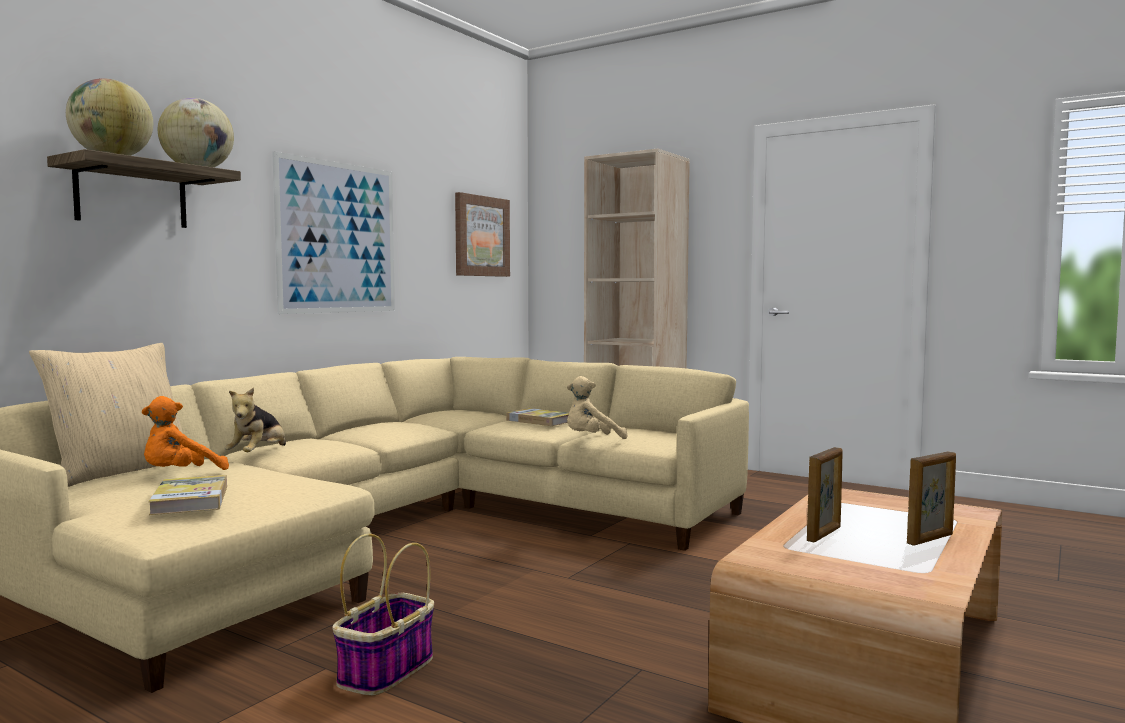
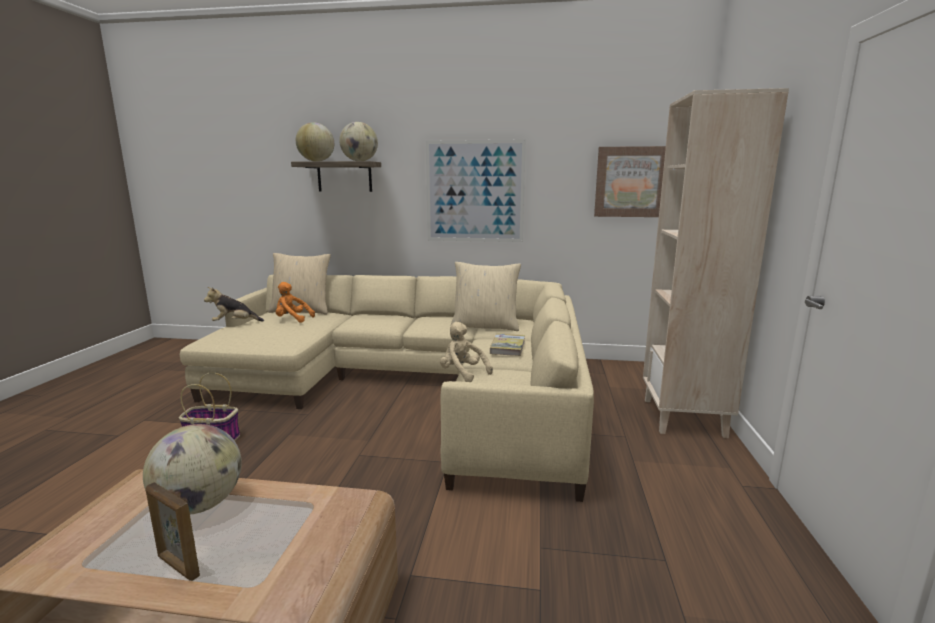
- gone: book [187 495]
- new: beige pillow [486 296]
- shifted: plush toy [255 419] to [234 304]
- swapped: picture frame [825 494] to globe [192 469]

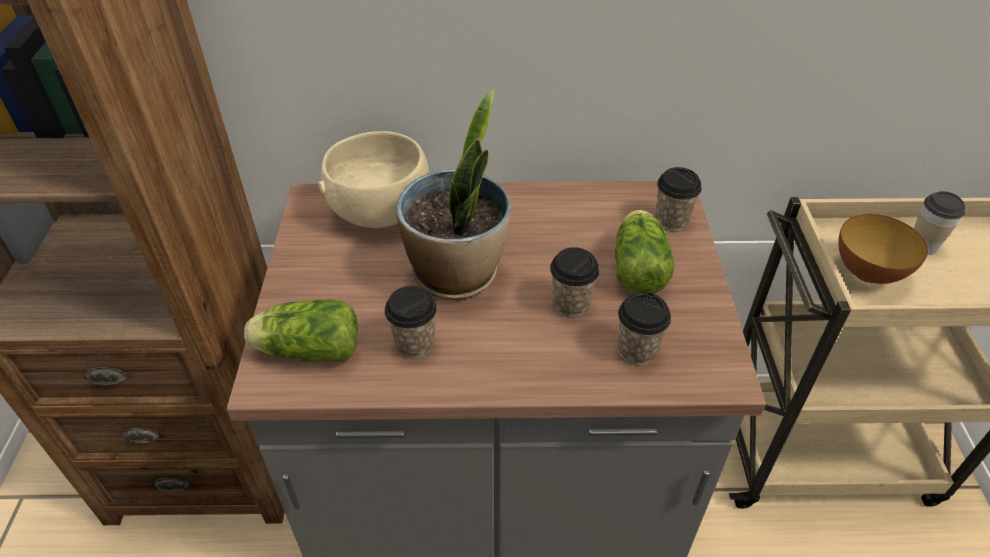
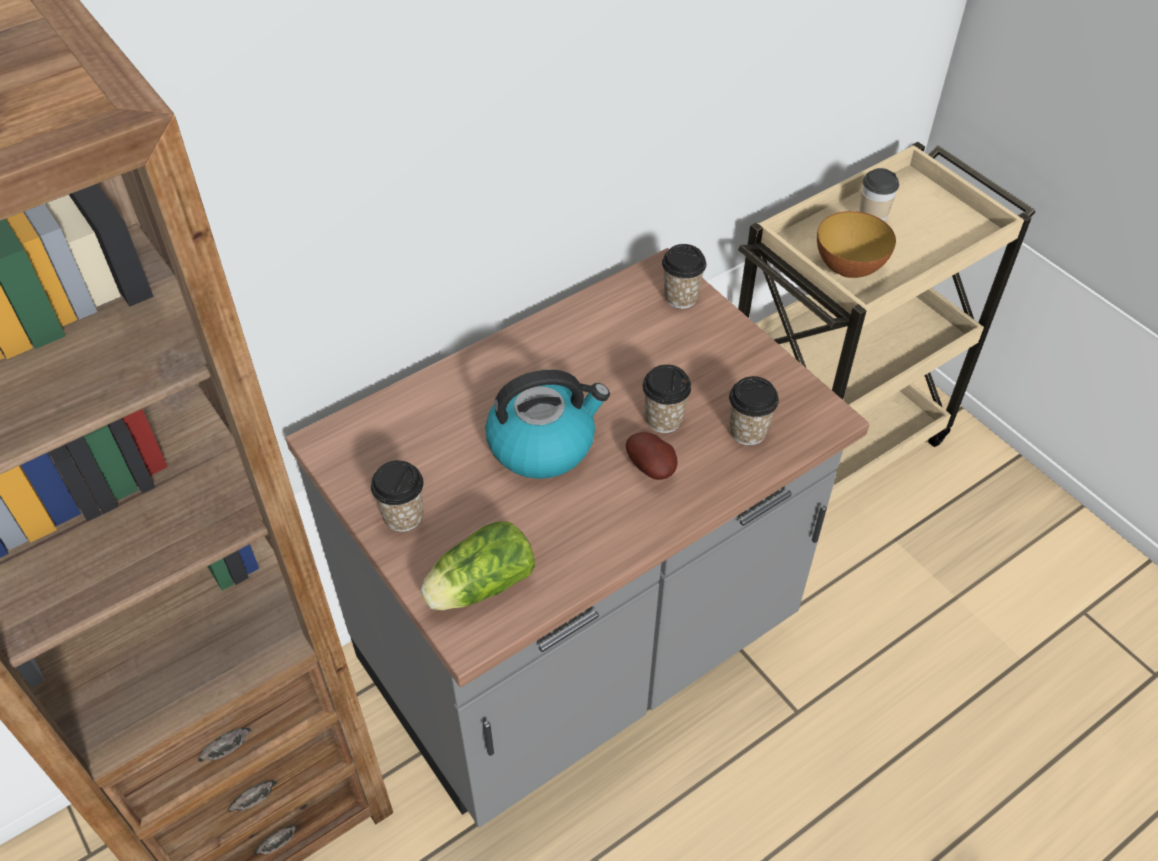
- gone: beige bowl [373 179]
- gone: lettuce [645 252]
- new: potato [652 456]
- shifted: cup [411 322] to [397 496]
- swapped: potted plant [453 194] to kettle [548 424]

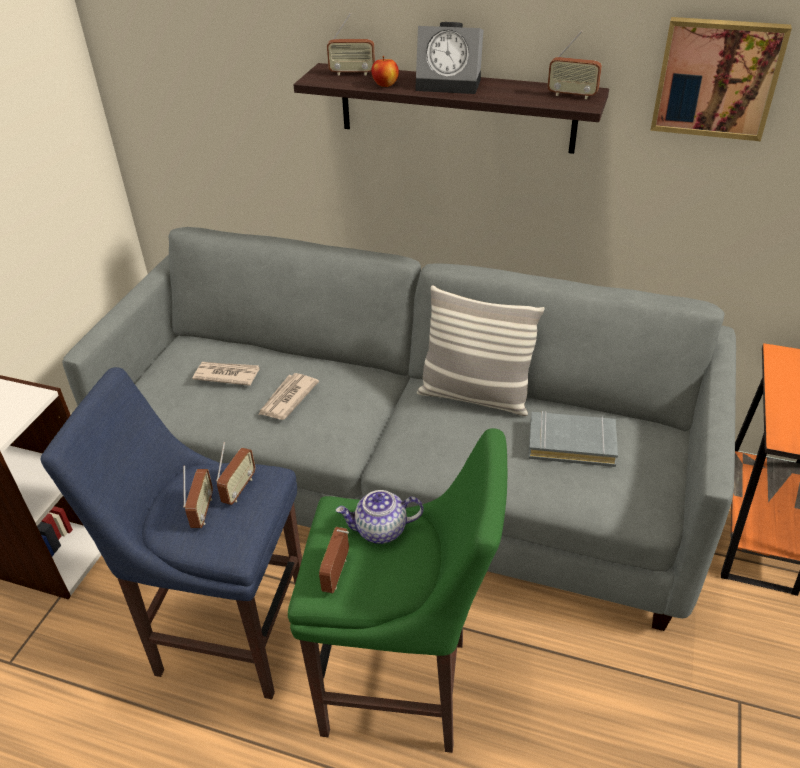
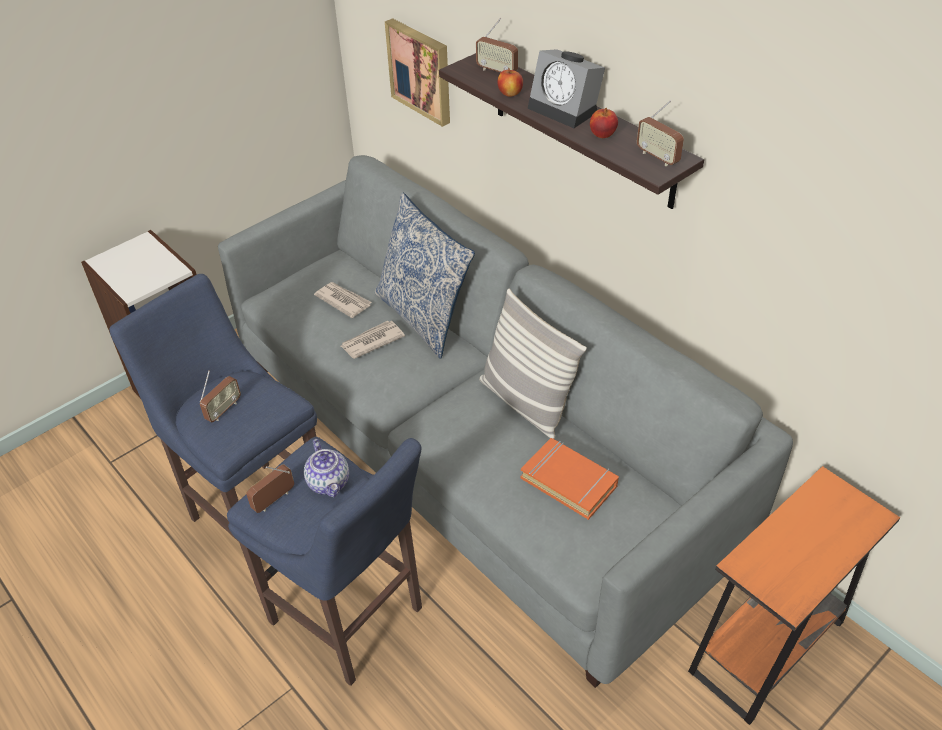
- gone: radio [235 473]
- new: pillow [425 276]
- new: apple [604 123]
- shifted: picture [721 79] to [417 72]
- repainted: green stool [397 590] to blue stool [324 561]
- repainted: grey book [573 439] to orange book [570 479]
- rotated: teapot [380 517] = [326 468] 135 degrees counterclockwise

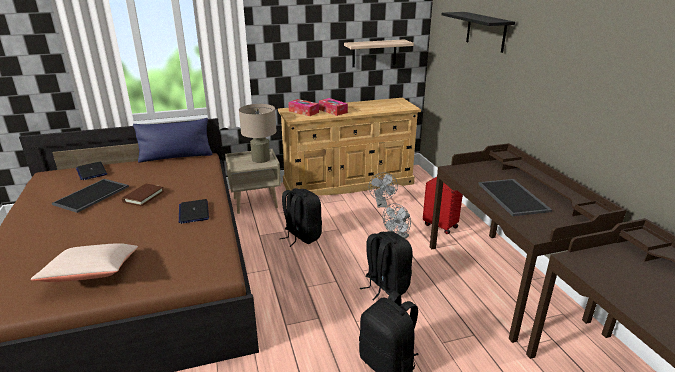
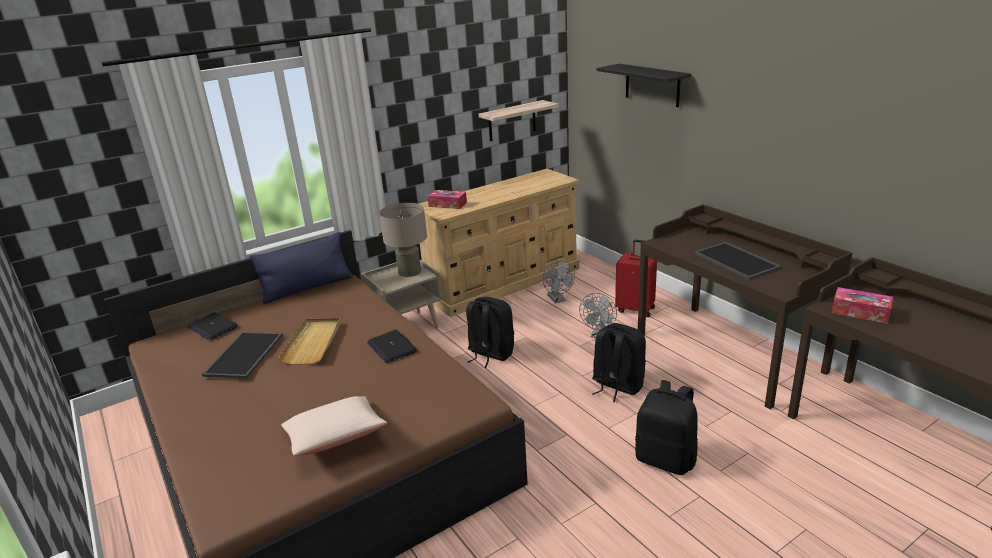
- shifted: tissue box [333 107] to [862 305]
- swapped: brown book [143 195] to beige tray [309 341]

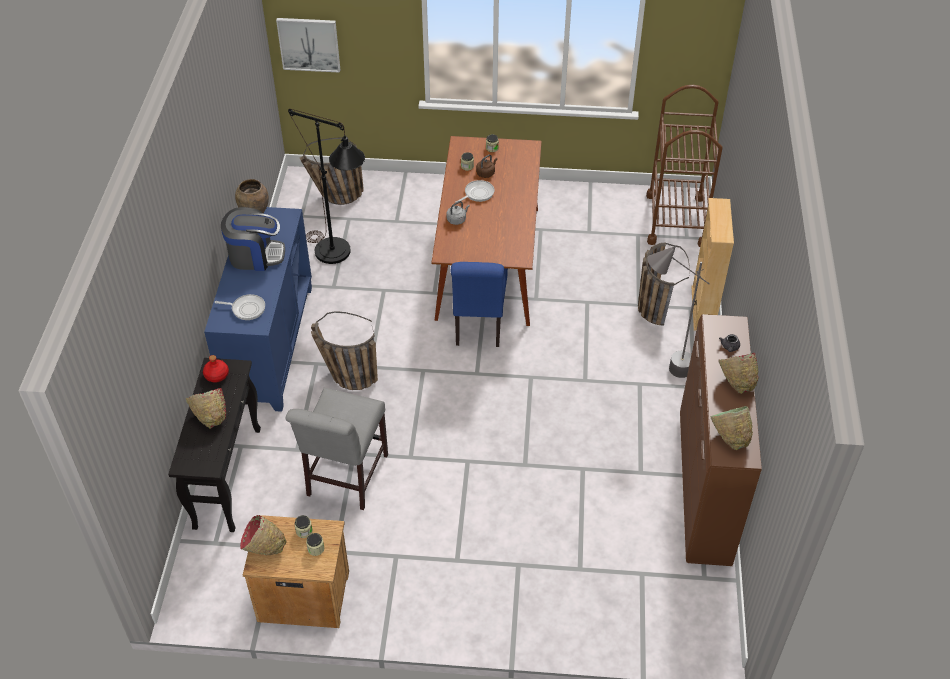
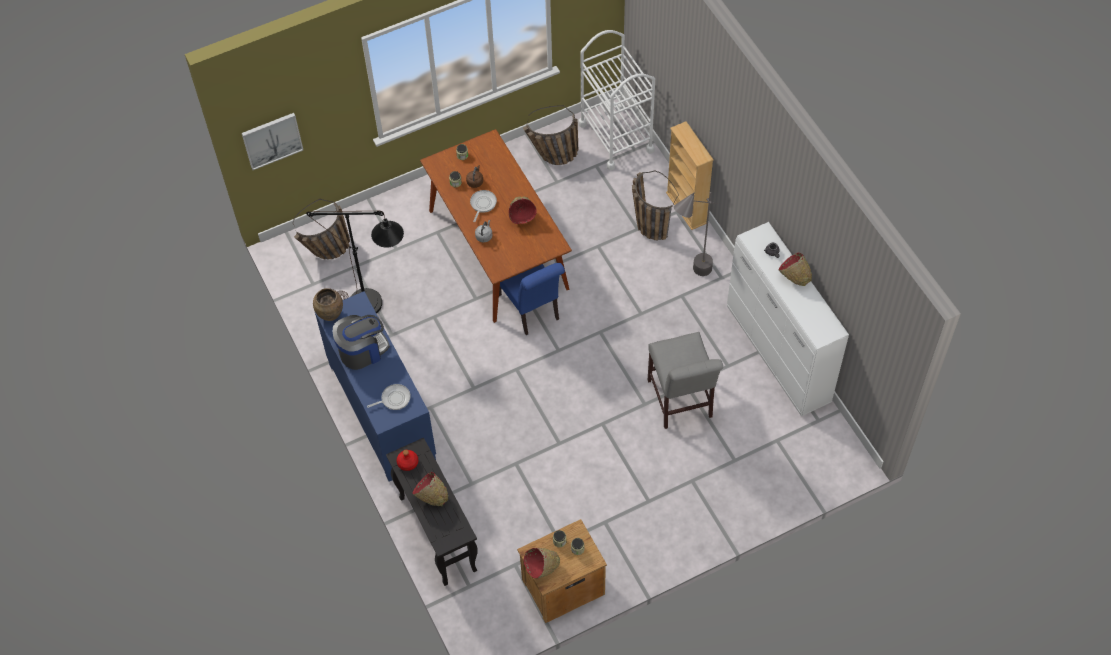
- gone: green bowl [731 428]
- new: red bowl [523 210]
- shifted: grey chair [336 449] to [685 380]
- shifted: basket [344 351] to [550 135]
- repainted: brown cart [684 166] to white cart [616 100]
- repainted: brown dresser [721 440] to white dresser [788 319]

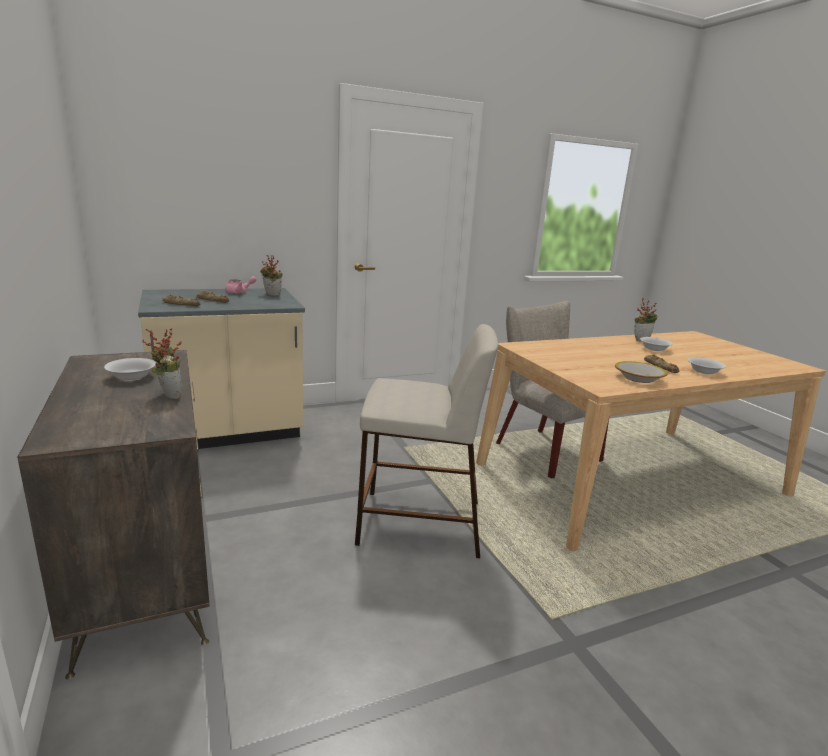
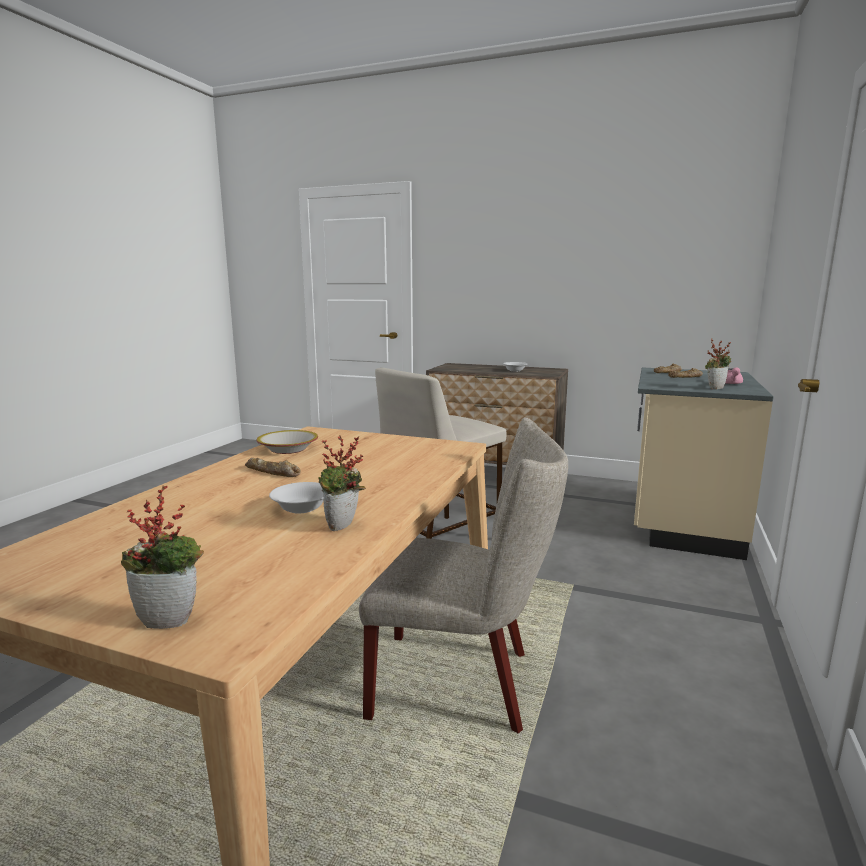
- gone: white bowl [707 366]
- shifted: potted plant [162 363] to [162 557]

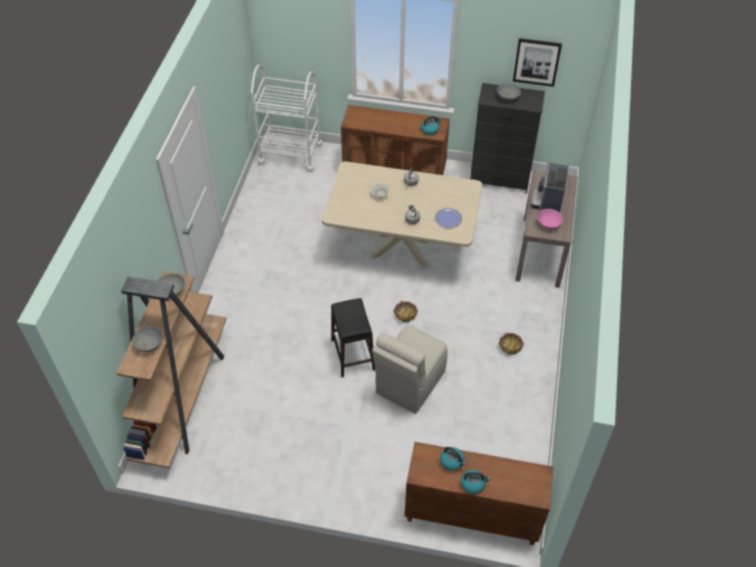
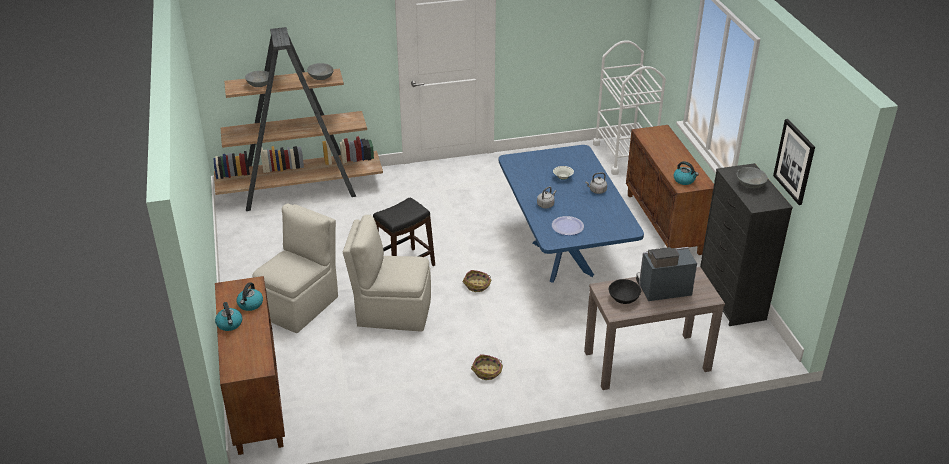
- new: beige chair [295 268]
- repainted: beige dining table [402 215] to blue dining table [571 214]
- repainted: pink bowl [550 219] to black bowl [625 291]

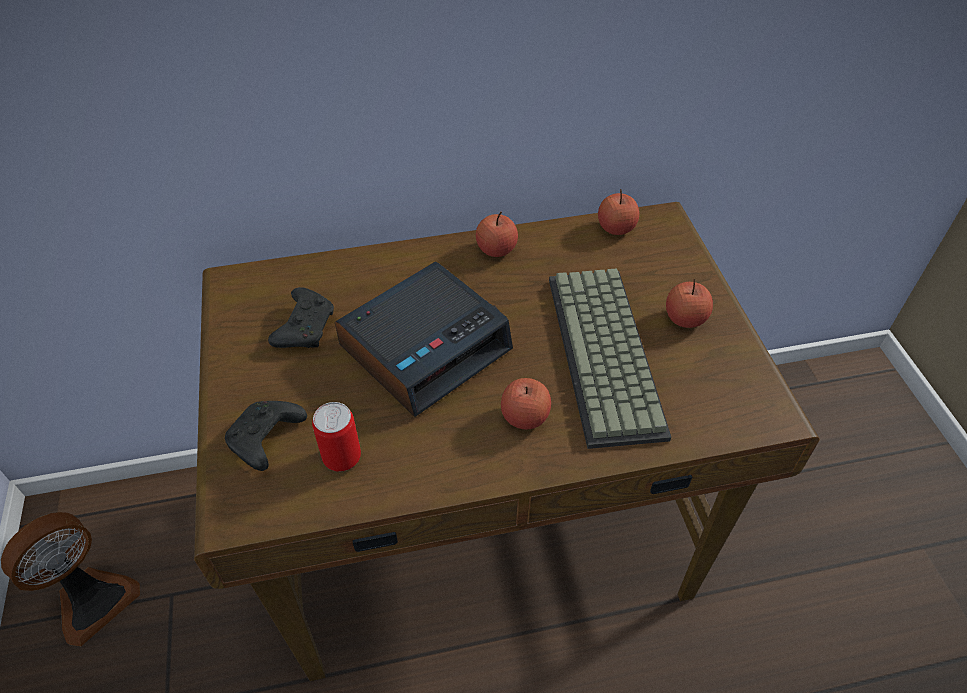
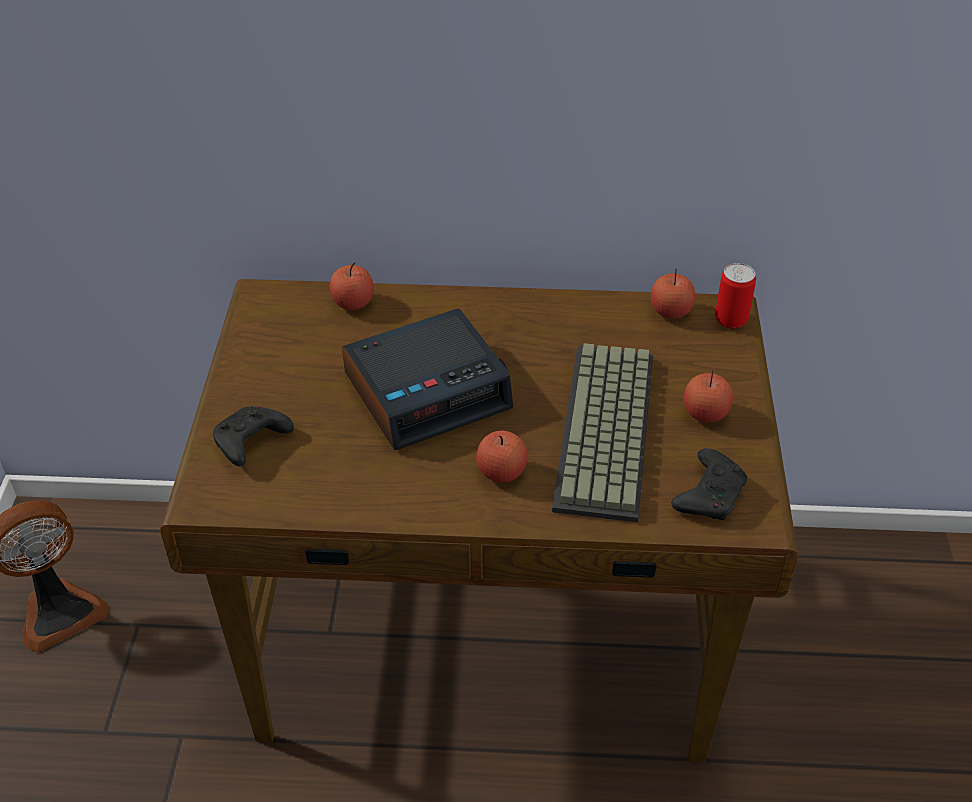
- shifted: black game controller [301 317] to [709 484]
- shifted: can [336 437] to [735 296]
- shifted: apple [497 234] to [352 286]

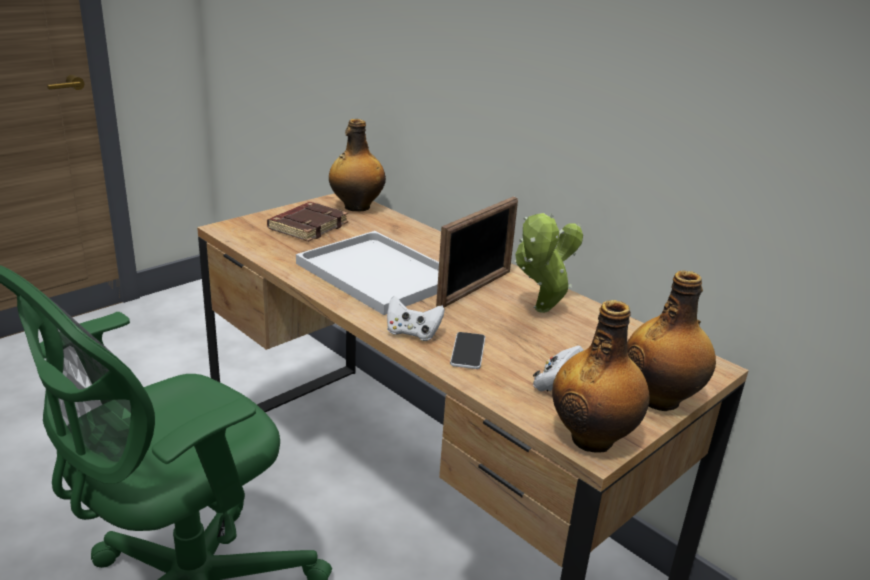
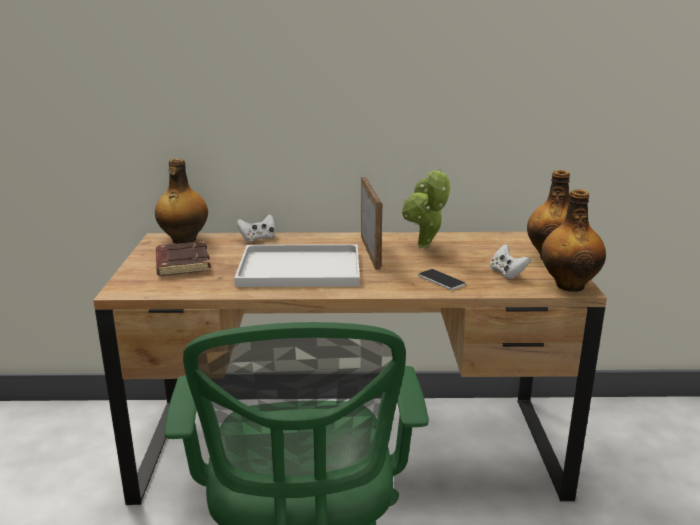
- shifted: white game controller [416 318] to [255 228]

